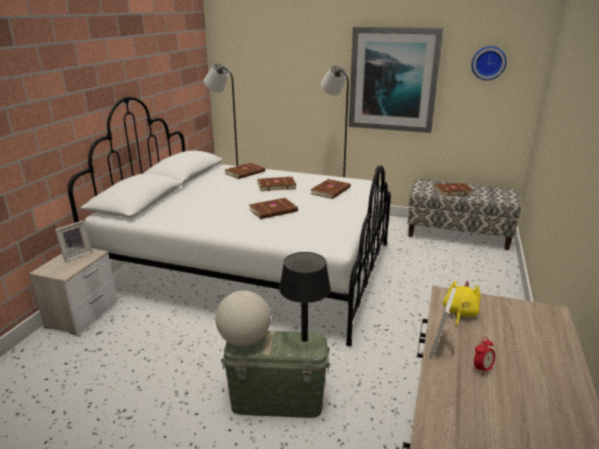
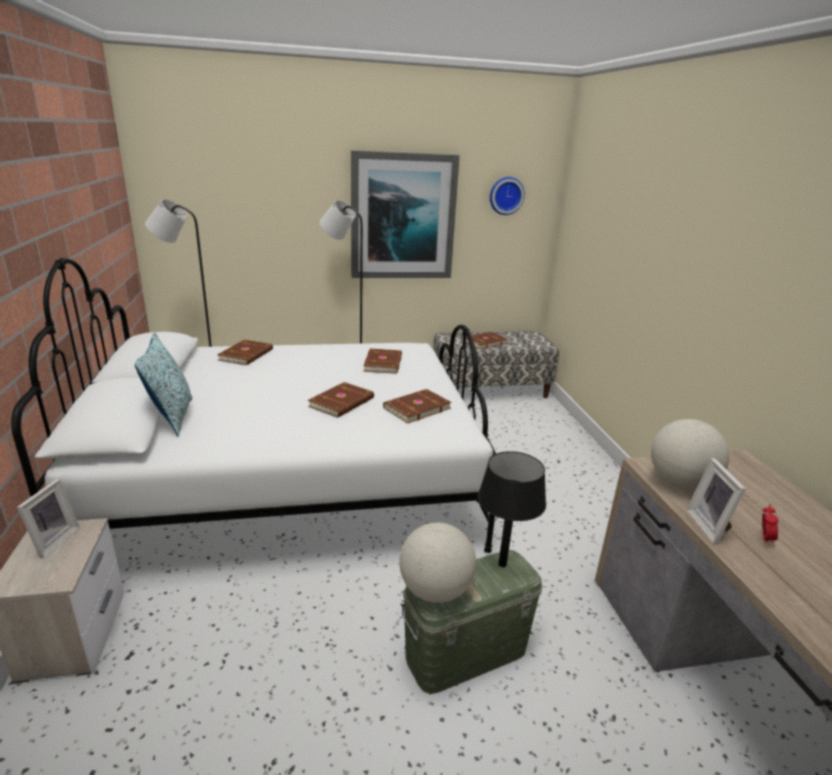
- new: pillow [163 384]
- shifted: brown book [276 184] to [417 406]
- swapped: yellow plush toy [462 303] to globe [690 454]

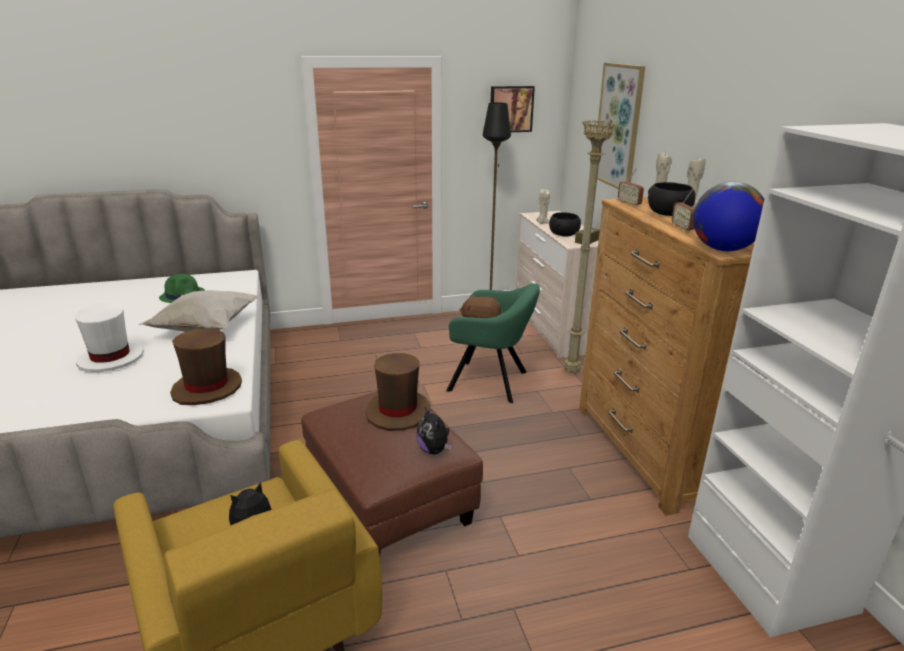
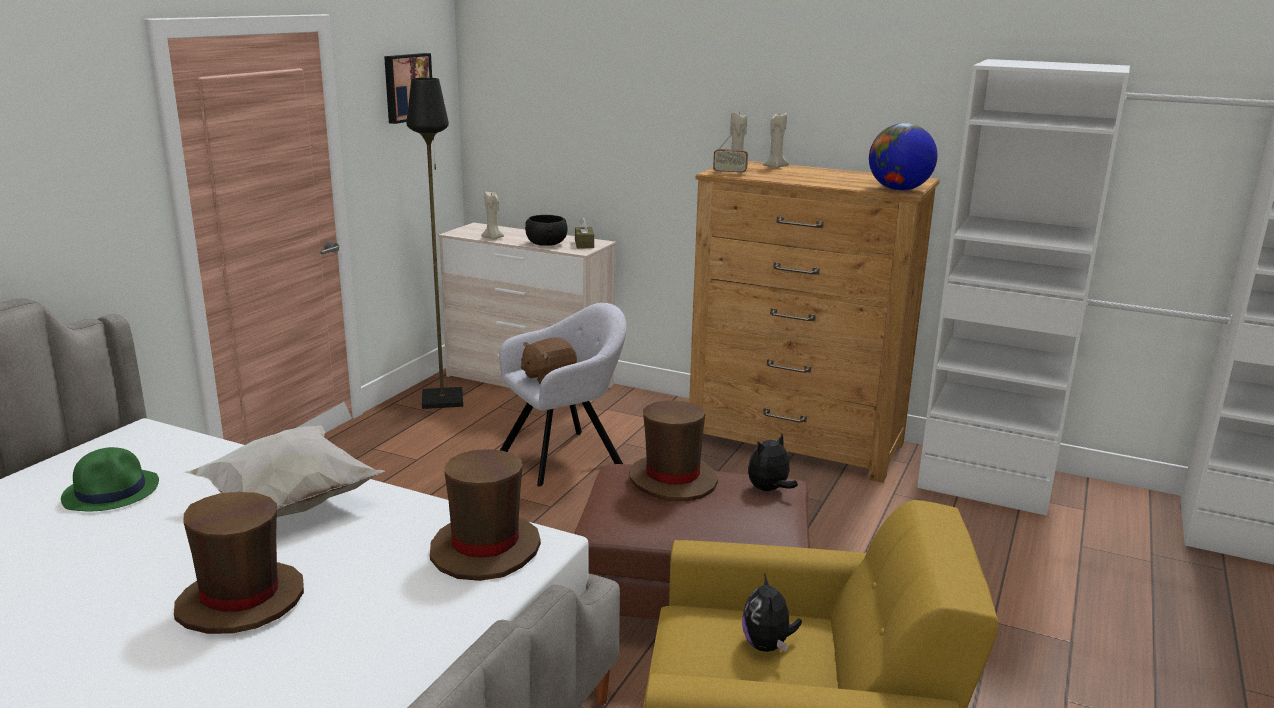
- gone: beige floor lamp [590 246]
- gone: picture [621 125]
- gone: black bowl [672 199]
- gone: radio [683 210]
- repainted: white hat [109 337] to brown hat [239 563]
- repainted: green armchair [493 343] to grey armchair [563 395]
- rotated: plush toy [434 431] = [773 462] 135 degrees clockwise

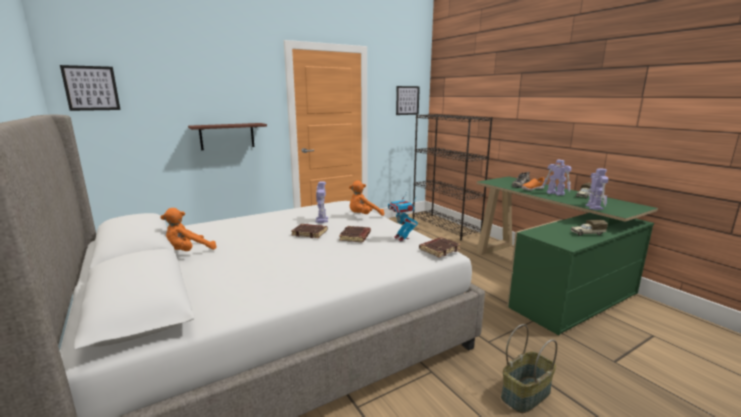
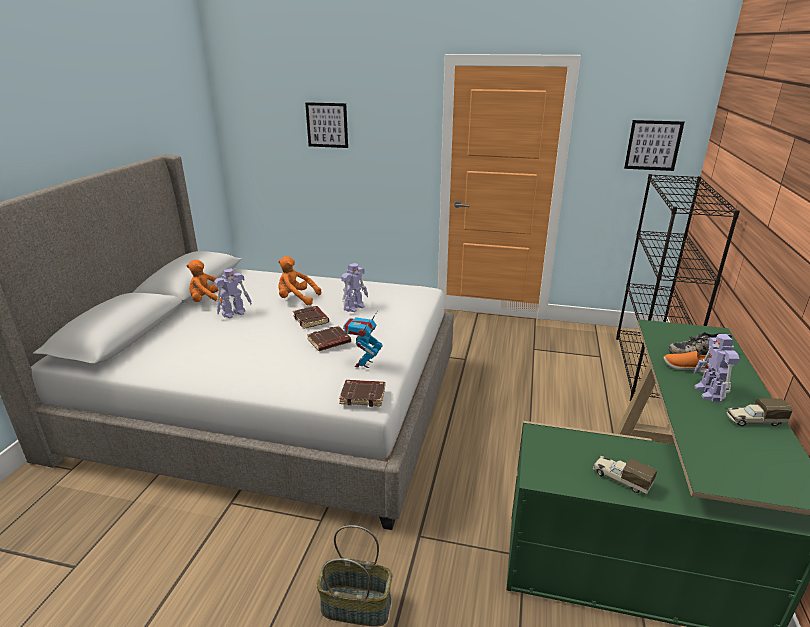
- gone: shelf [227 136]
- shifted: picture [90 88] to [326 125]
- shifted: orange plush toy [366 198] to [299 280]
- shifted: toy robot [597 189] to [233 293]

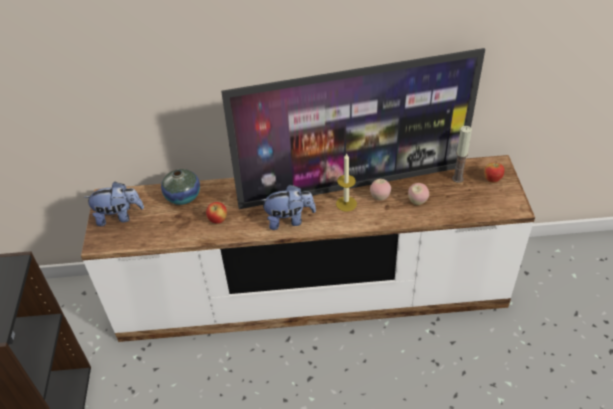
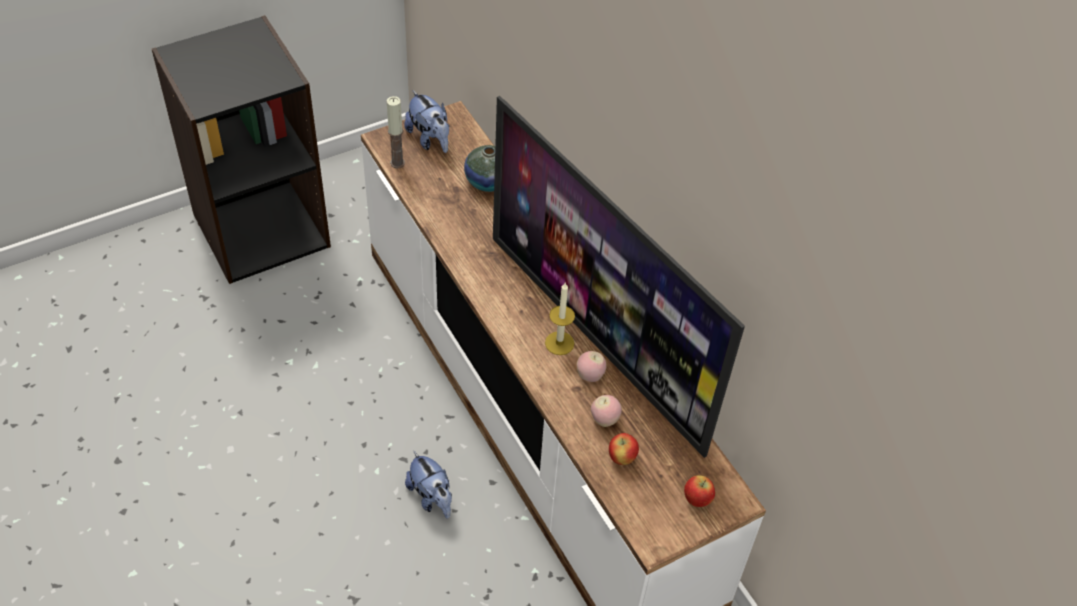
- shifted: apple [216 213] to [624 449]
- shifted: plush toy [288 207] to [428 485]
- shifted: candle [462 154] to [396 132]

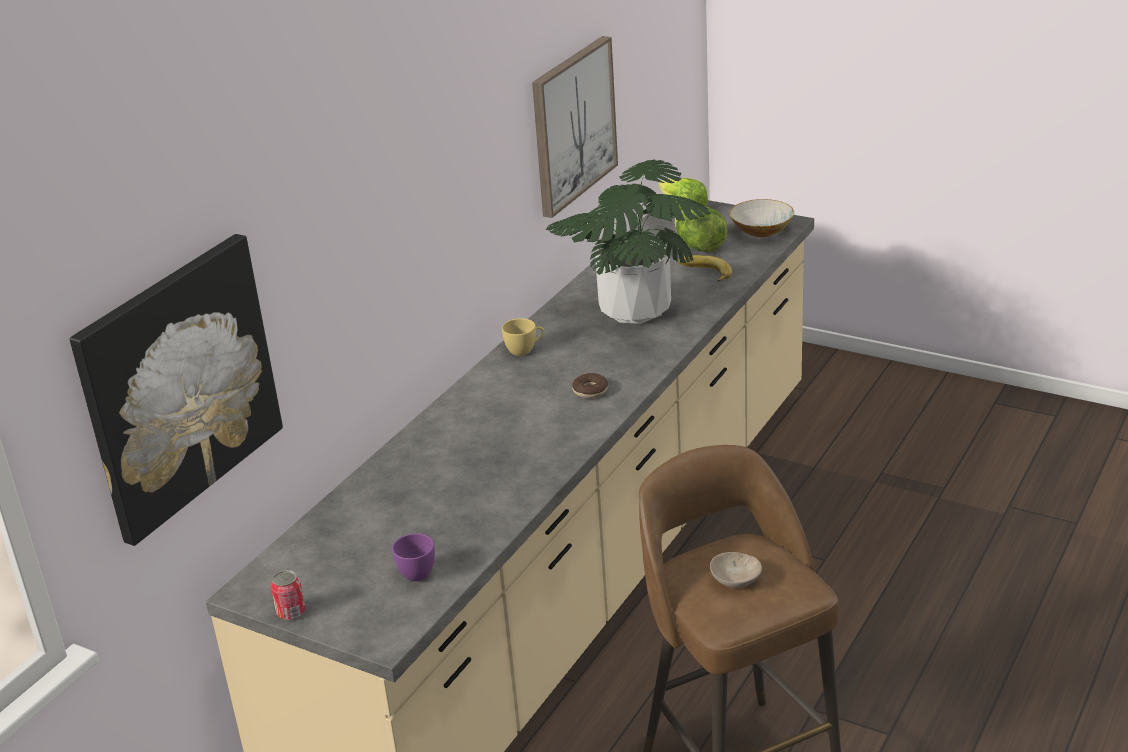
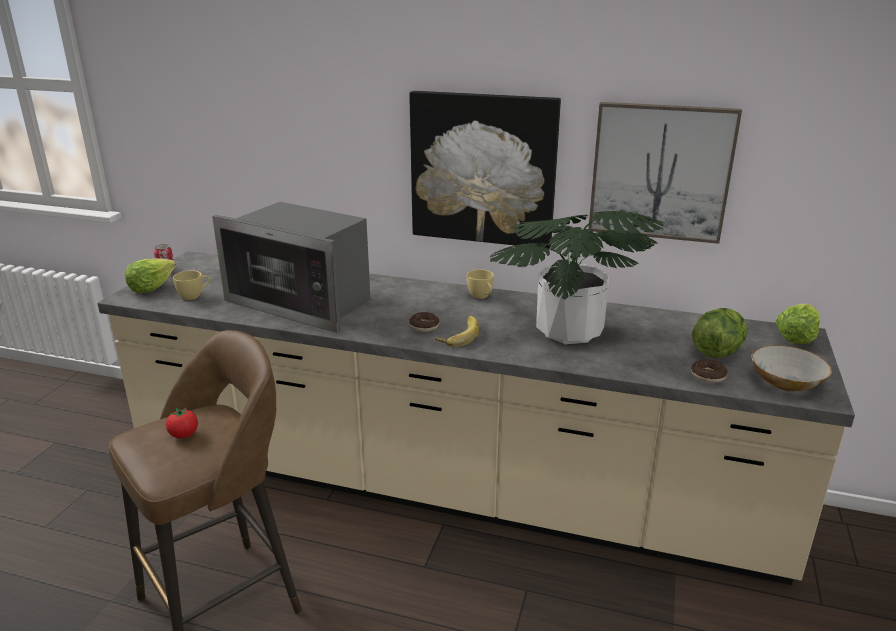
- new: lettuce [150 275]
- new: microwave [291 267]
- new: donut [709 371]
- shifted: picture [176 390] to [485 169]
- shifted: banana [705 268] to [457 331]
- swapped: beige bowl [736 570] to tomato [182 422]
- repainted: purple cup [413 557] to yellow cup [191 285]

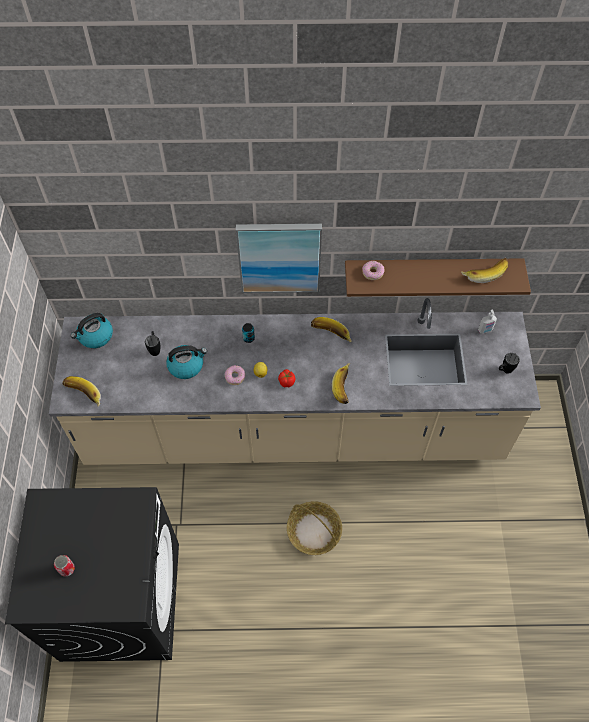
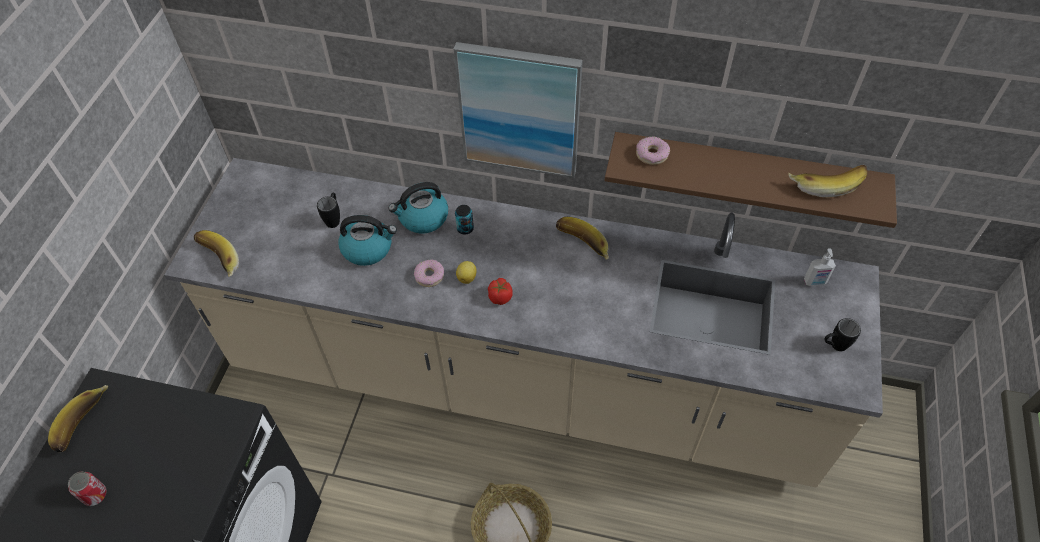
- shifted: kettle [92 330] to [418 207]
- shifted: banana [341 383] to [78 418]

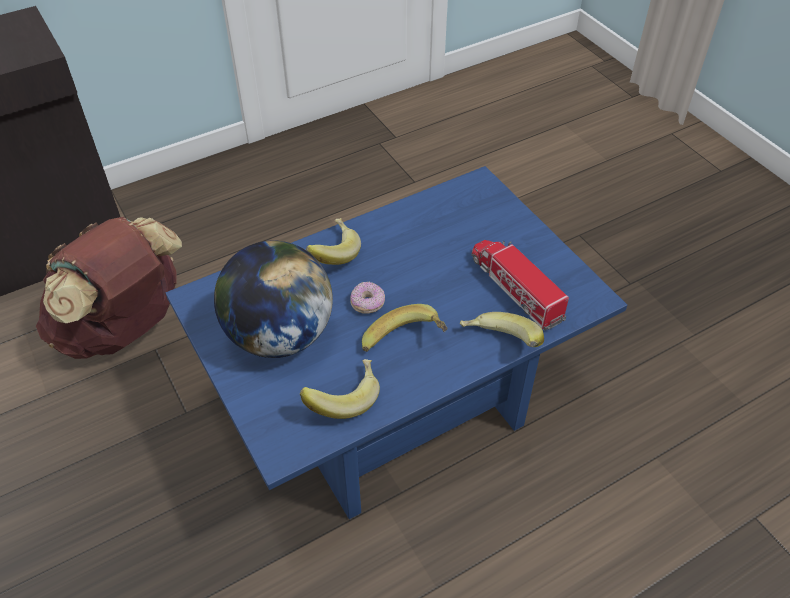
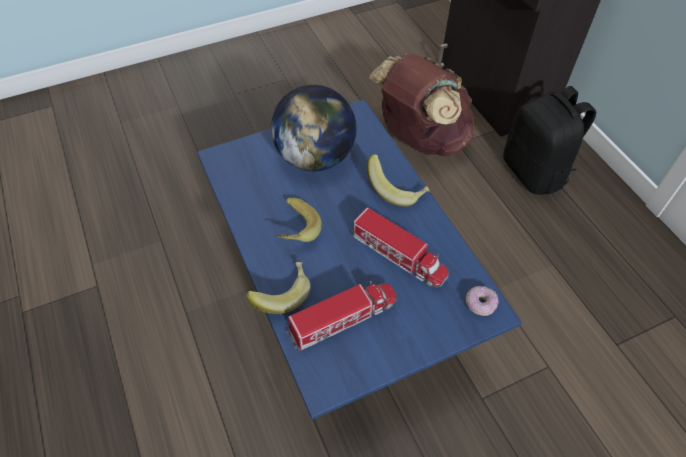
- gone: banana [340 389]
- new: toy truck [400 247]
- new: black backpack [549 140]
- shifted: donut [367 297] to [482 301]

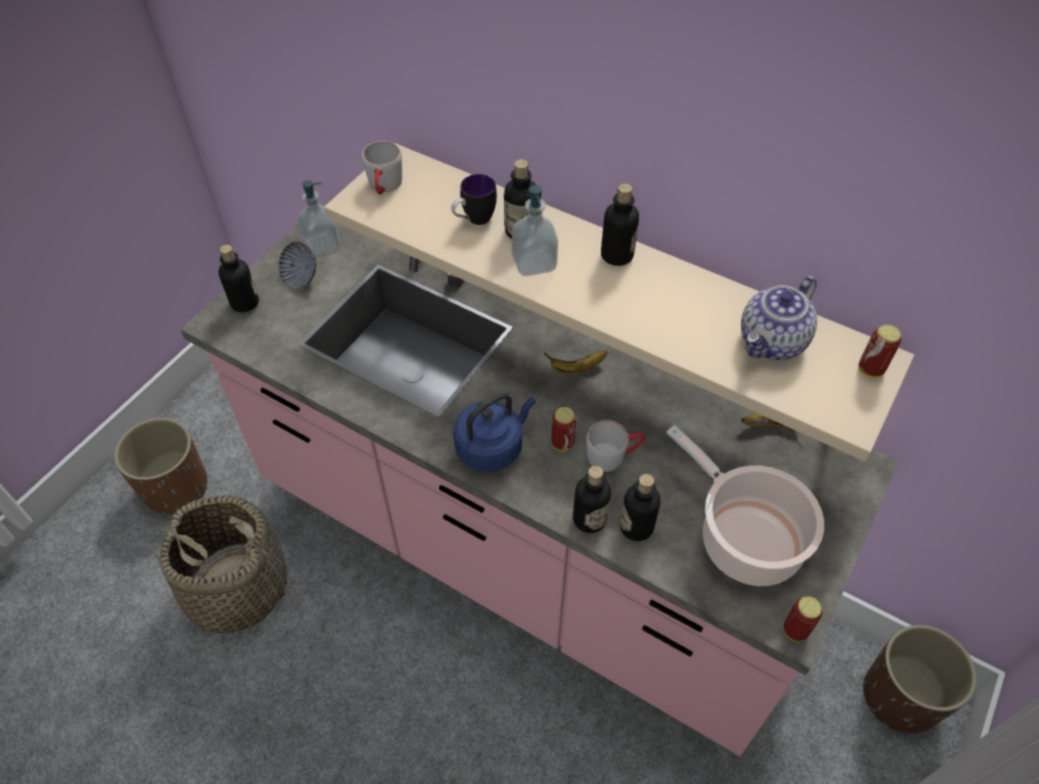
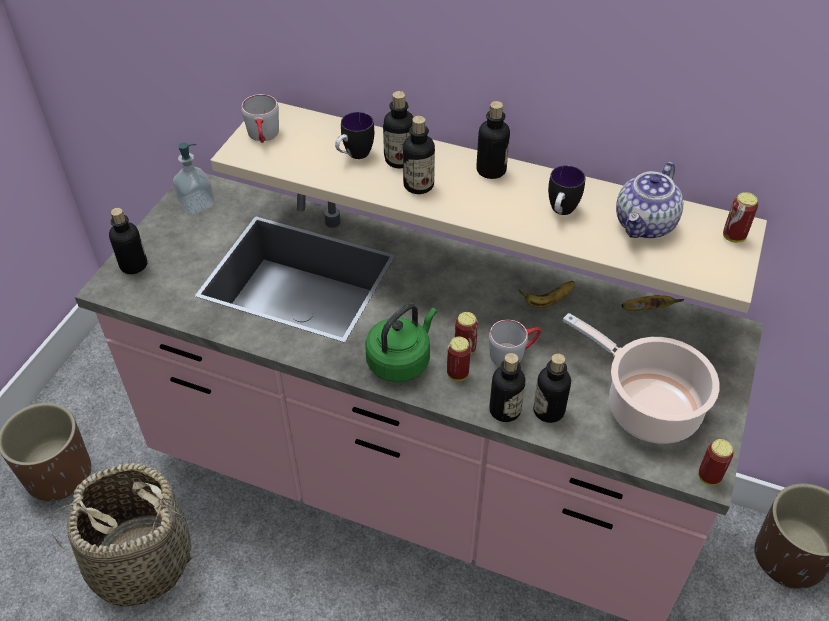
- gone: bowl [297 265]
- new: can [459 359]
- new: mug [567 190]
- shifted: banana [576 362] to [546 294]
- swapped: soap dispenser [535 230] to bottle [419 155]
- repainted: blue kettle [494 432] to green kettle [401 343]

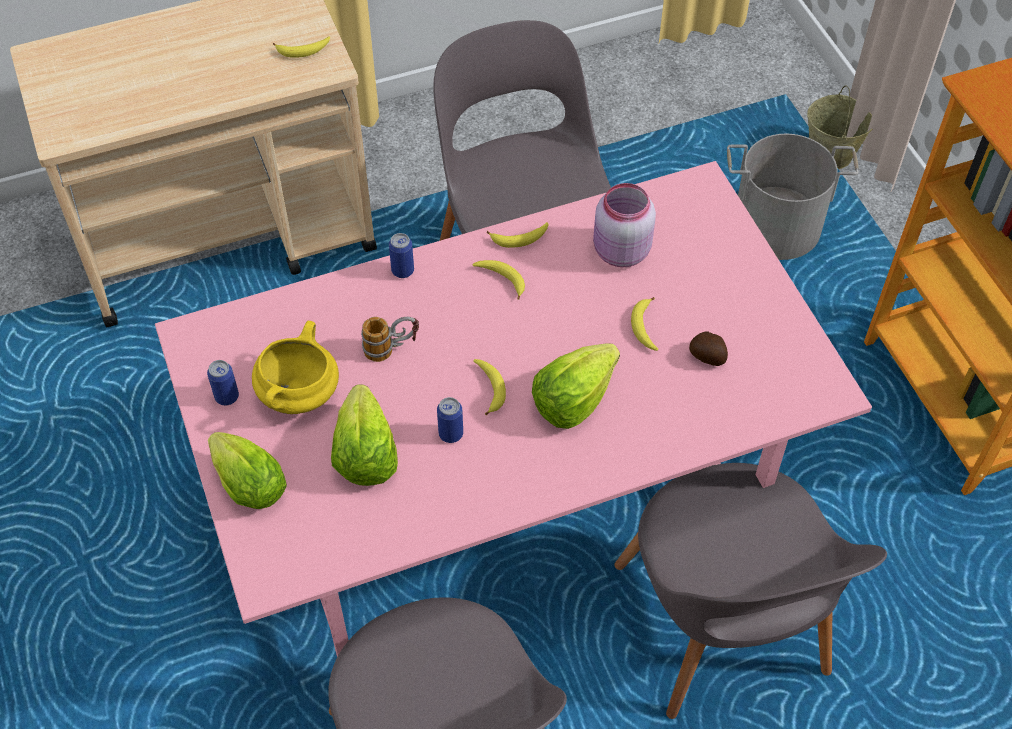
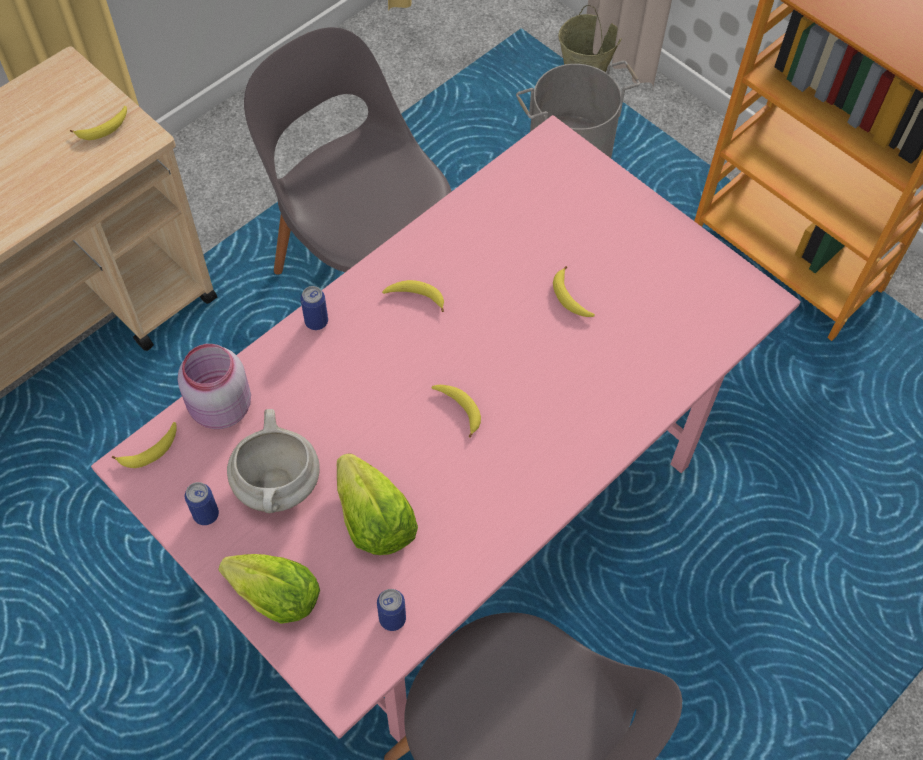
- gone: mug [390 339]
- gone: lettuce [576 386]
- gone: grey chair [750 591]
- gone: potato [708 348]
- shifted: can [450 420] to [391 610]
- shifted: banana [518 235] to [144 445]
- shifted: pink jar [624 225] to [214 386]
- repainted: yellow cooking pot [295 367] to white cooking pot [273 461]

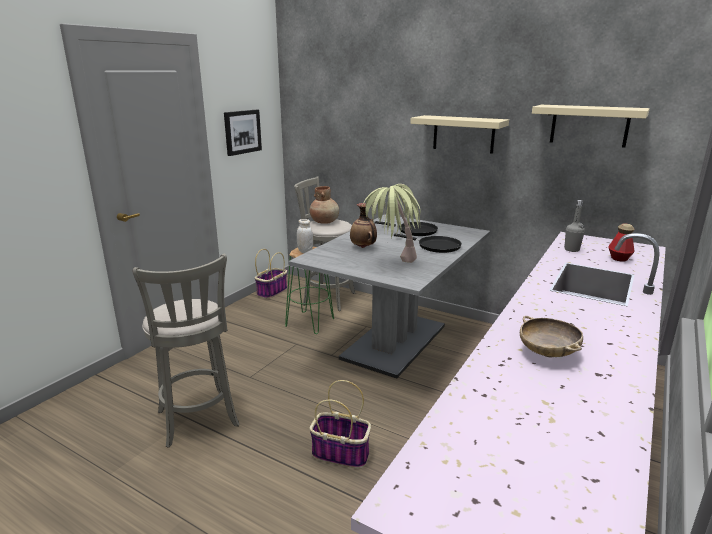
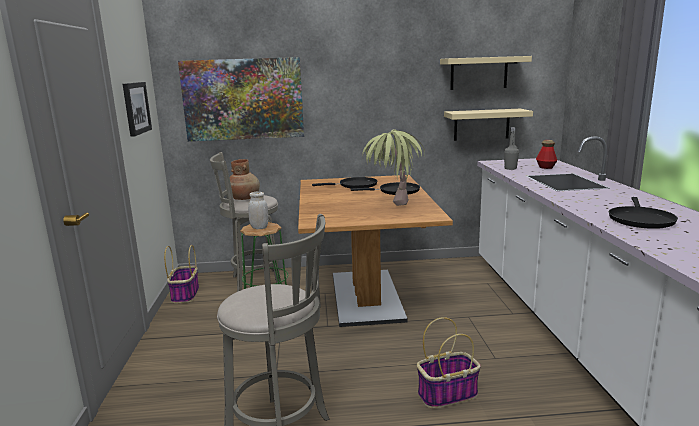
- gone: vase [363 225]
- new: picture [241 99]
- shifted: beige shelf [459 134] to [488 125]
- swapped: beige bowl [551 336] to black frying pan [643 213]
- repainted: grey dining table [389 296] to brown dining table [375 251]

